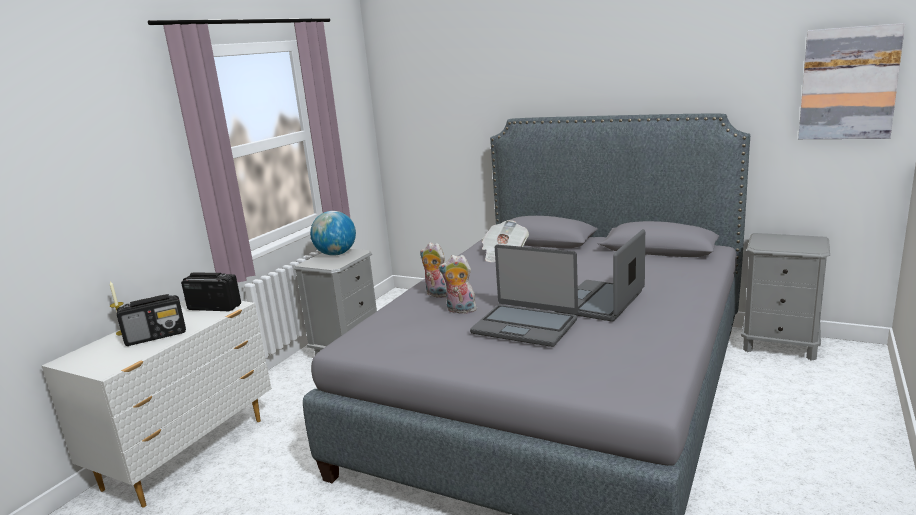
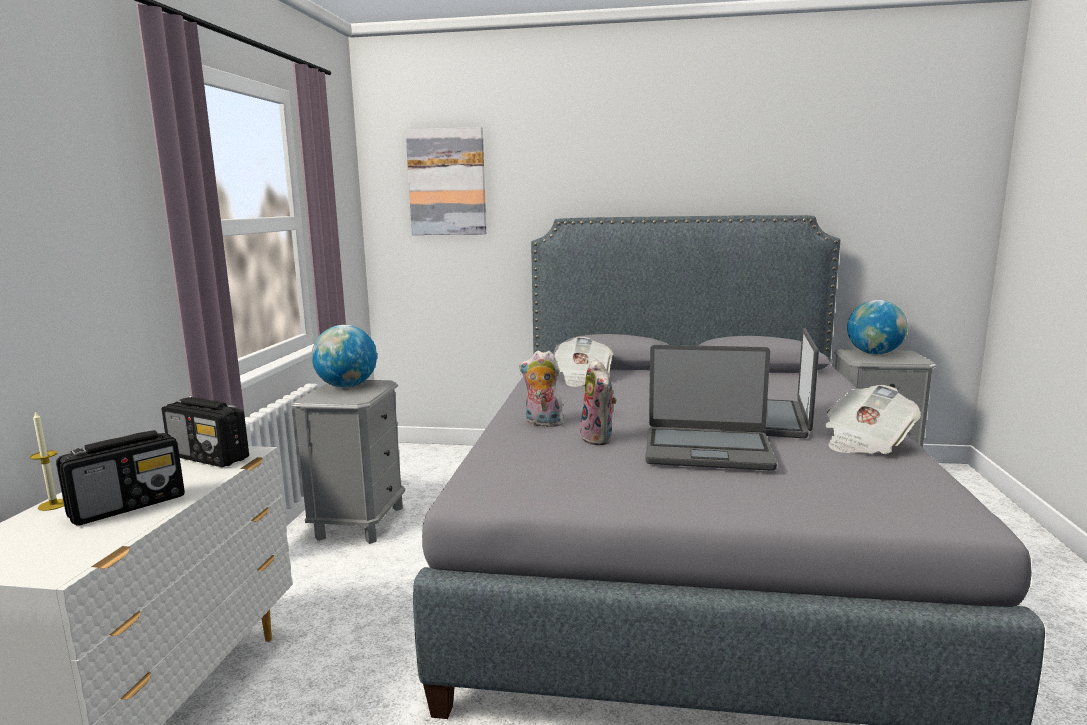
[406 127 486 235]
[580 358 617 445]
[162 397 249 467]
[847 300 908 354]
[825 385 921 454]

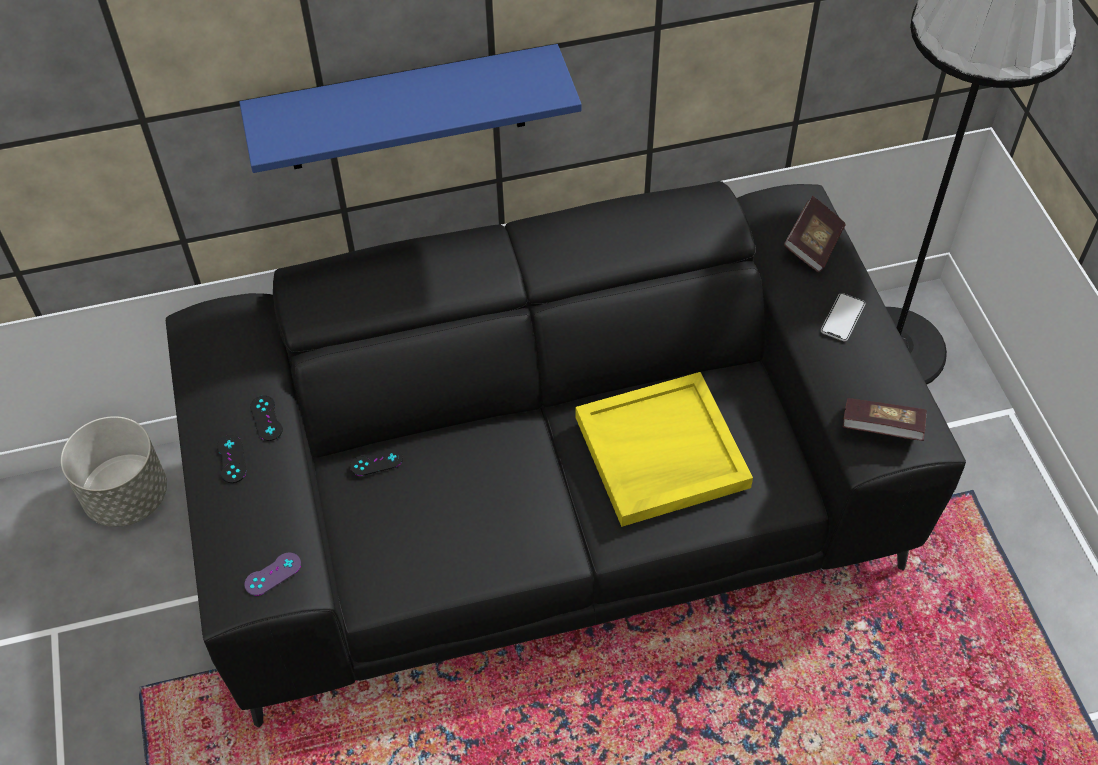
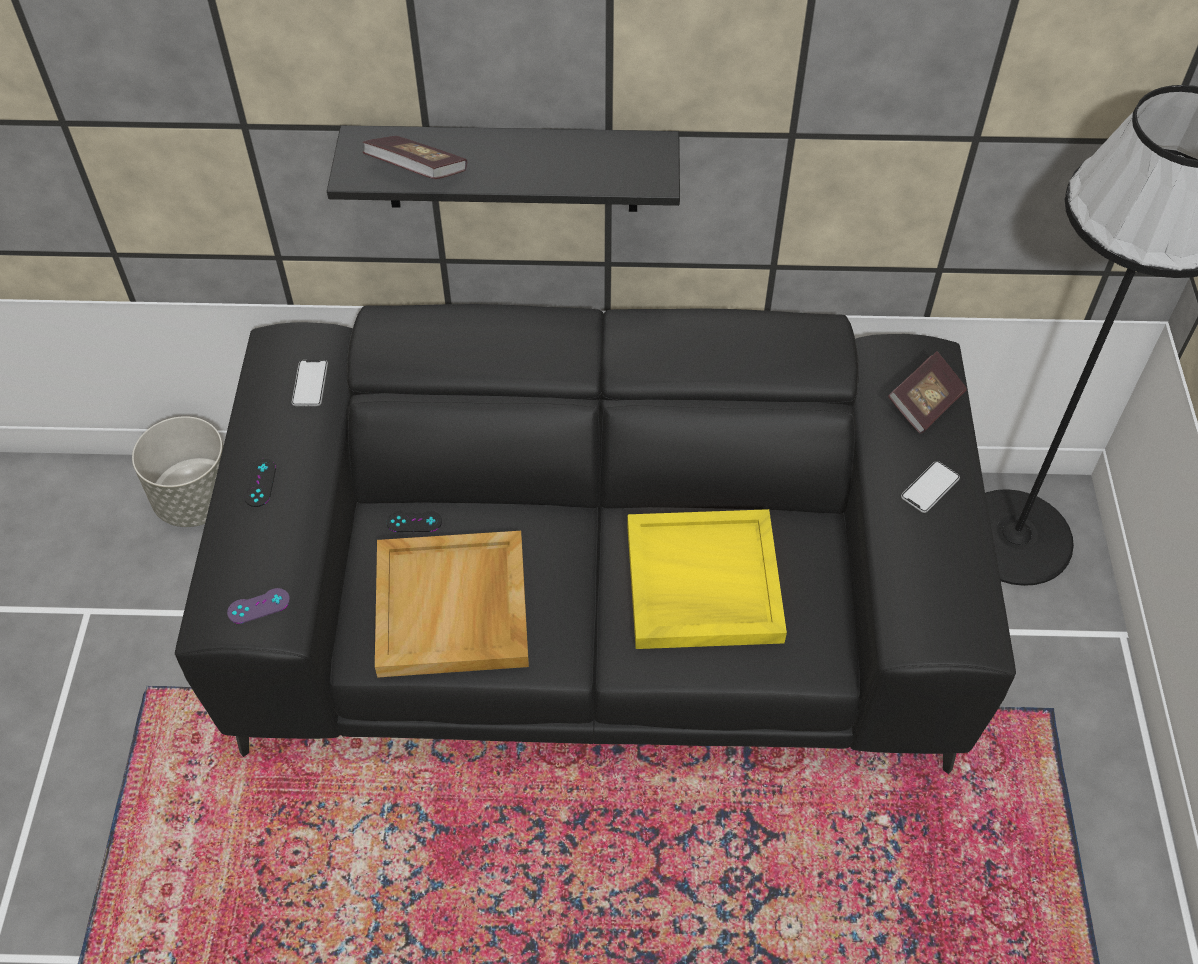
[327 126 680 212]
[250 396 283 441] (first image)
[363 136 467 179]
[292 360 328 406]
[375 531 529 678]

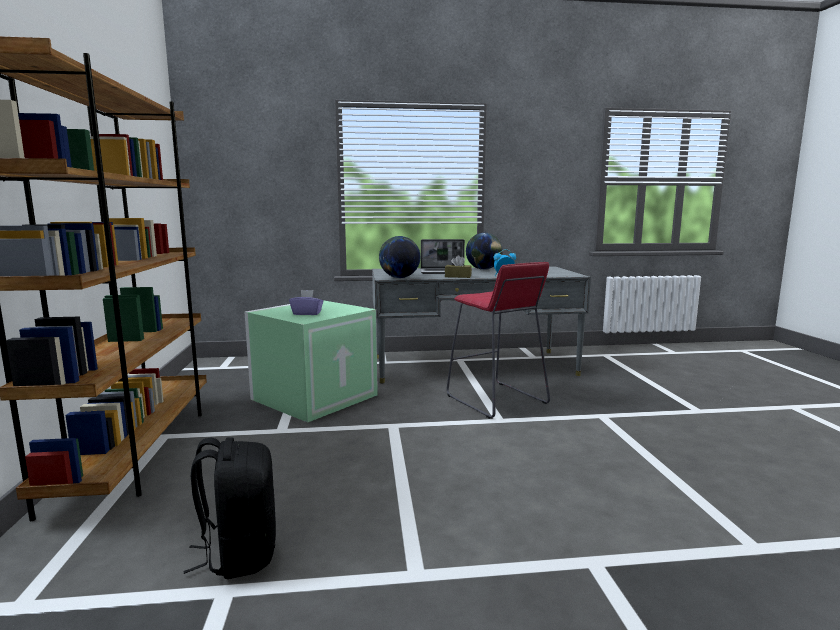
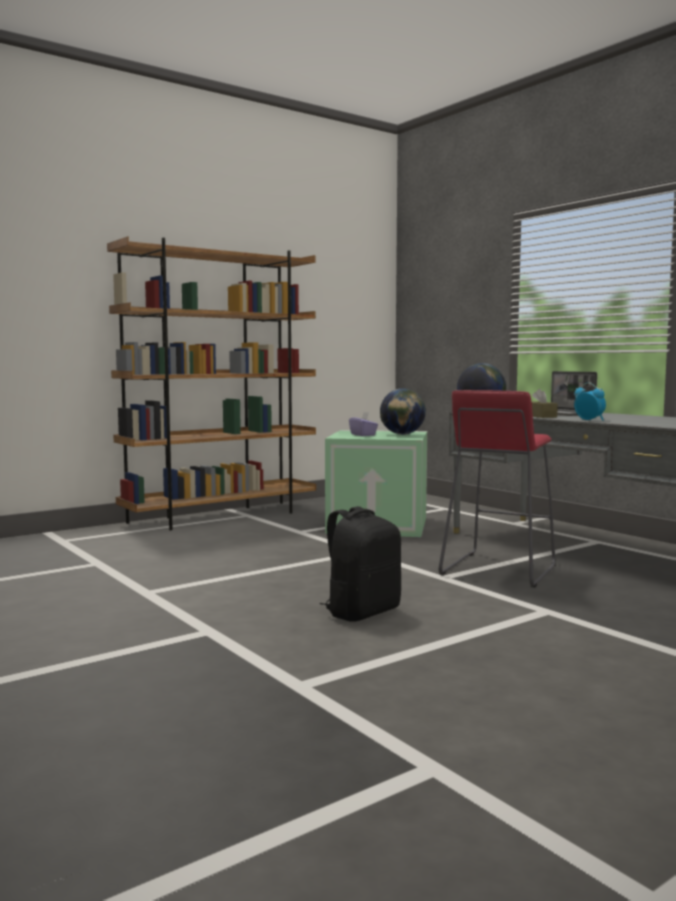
[380 388 426 435]
[320 506 401 622]

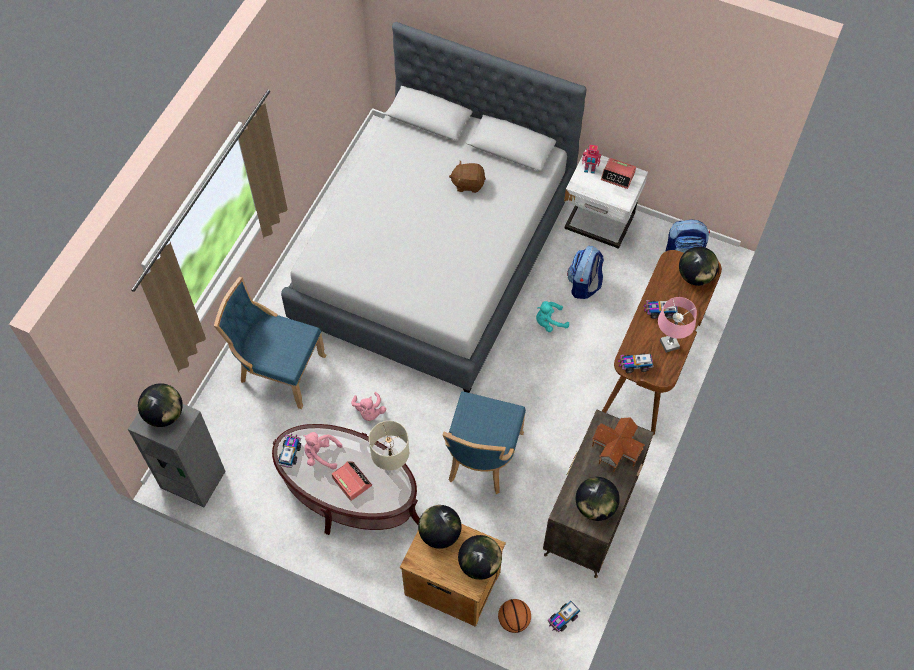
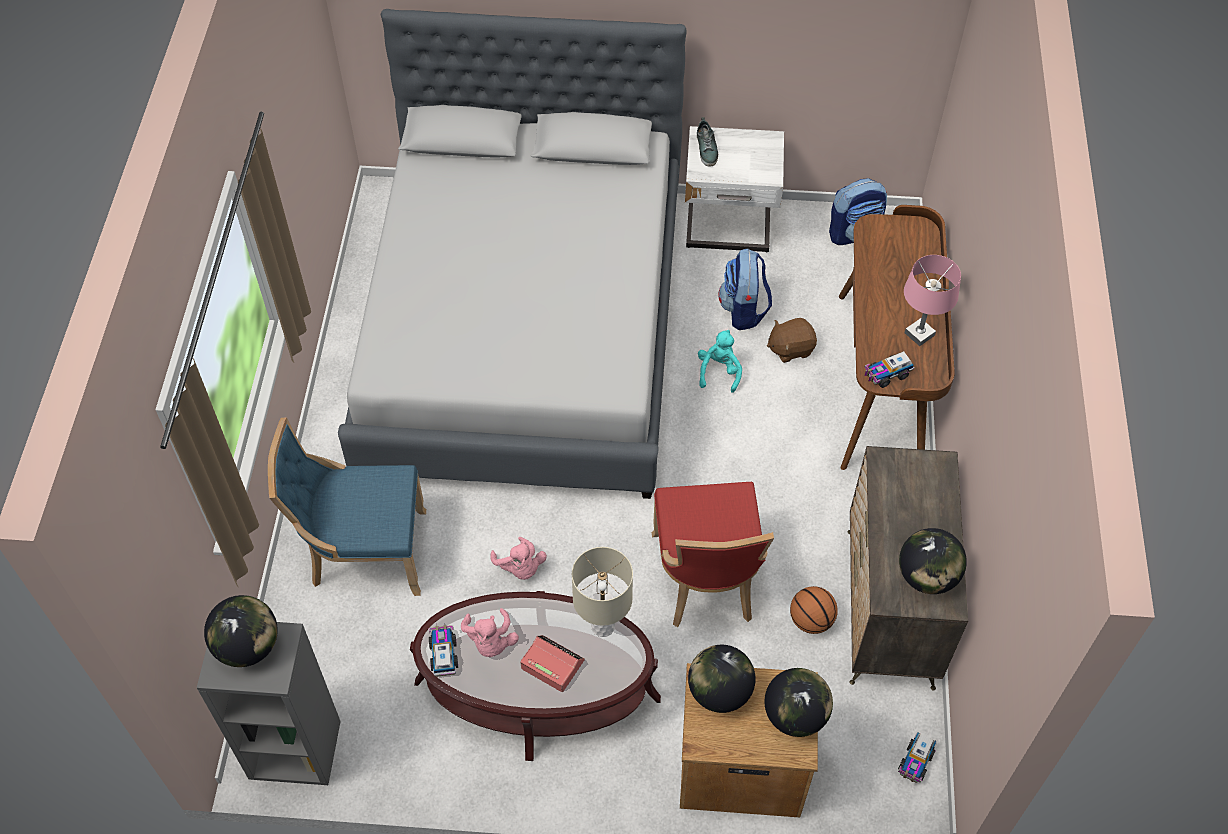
[697 117 718 167]
[601 158 636 189] (first image)
[767 318 817 363]
[679 247 719 286] (first image)
[644 300 678 319] (first image)
[698 330 742 393]
[652 482 774 627]
[592 417 645 472] (first image)
[461 608 519 657]
[790 586 838 634]

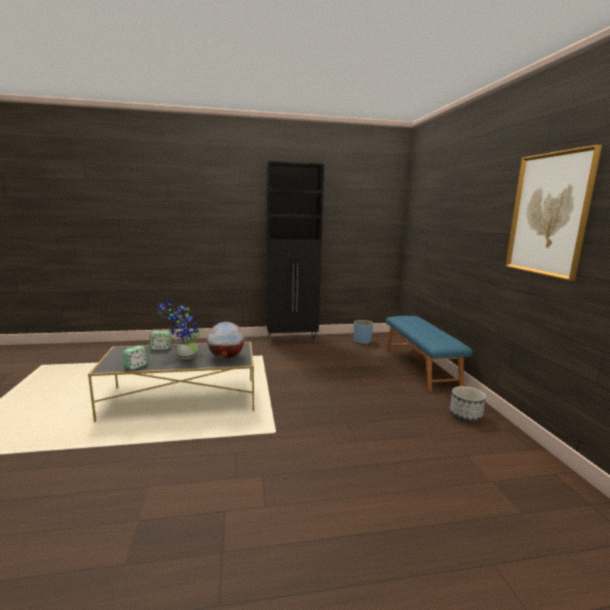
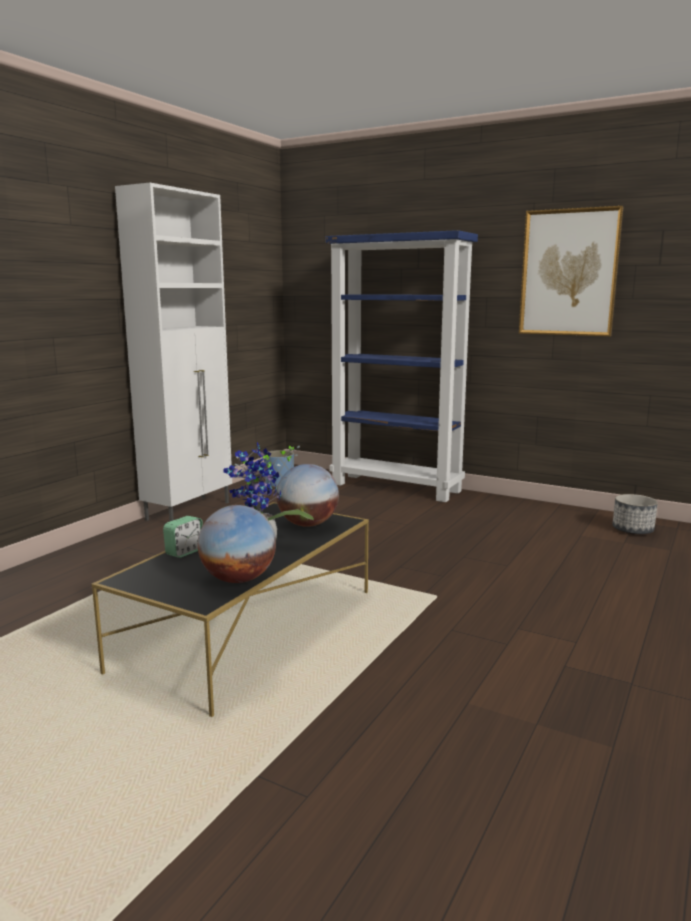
[115 183 232 521]
[326 230 478 502]
[198 505 276 583]
[613 494 658 535]

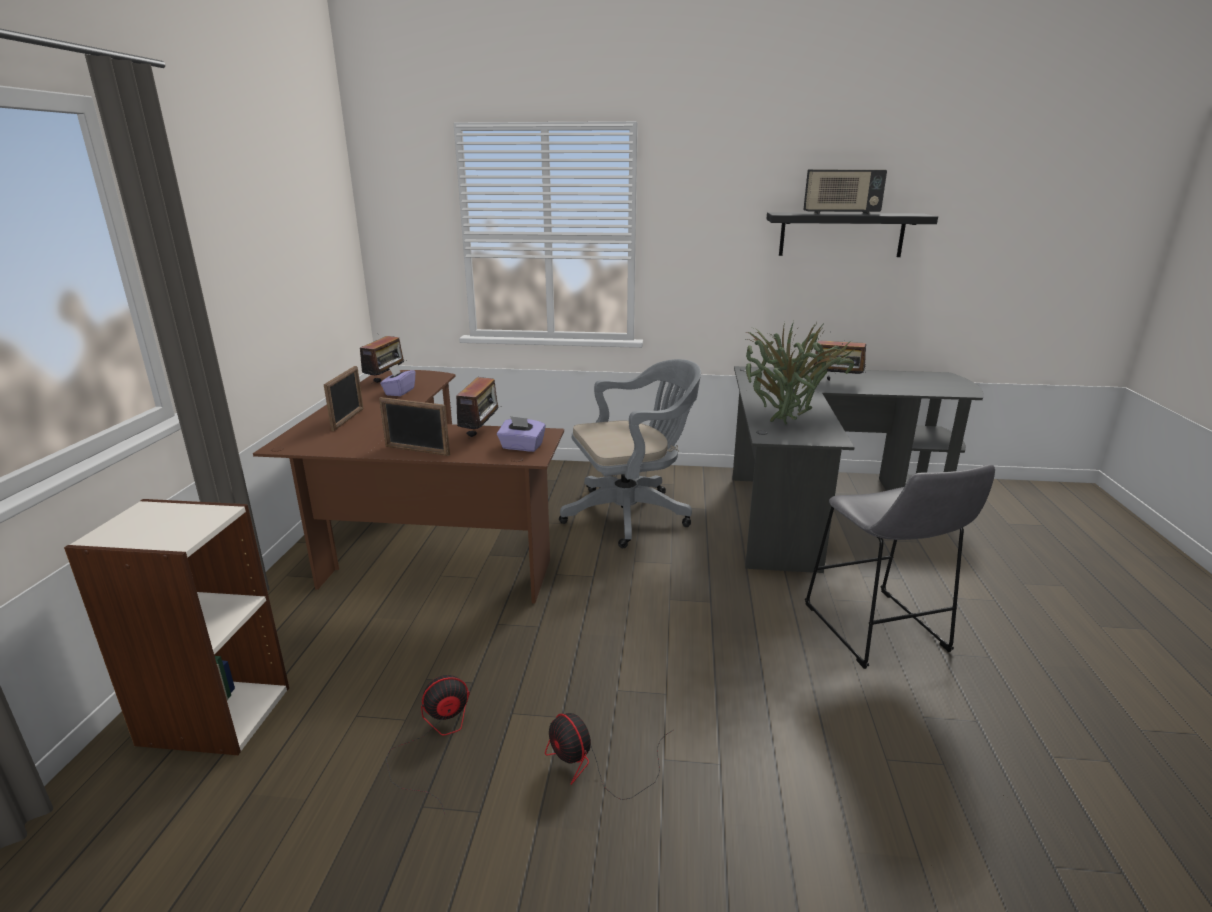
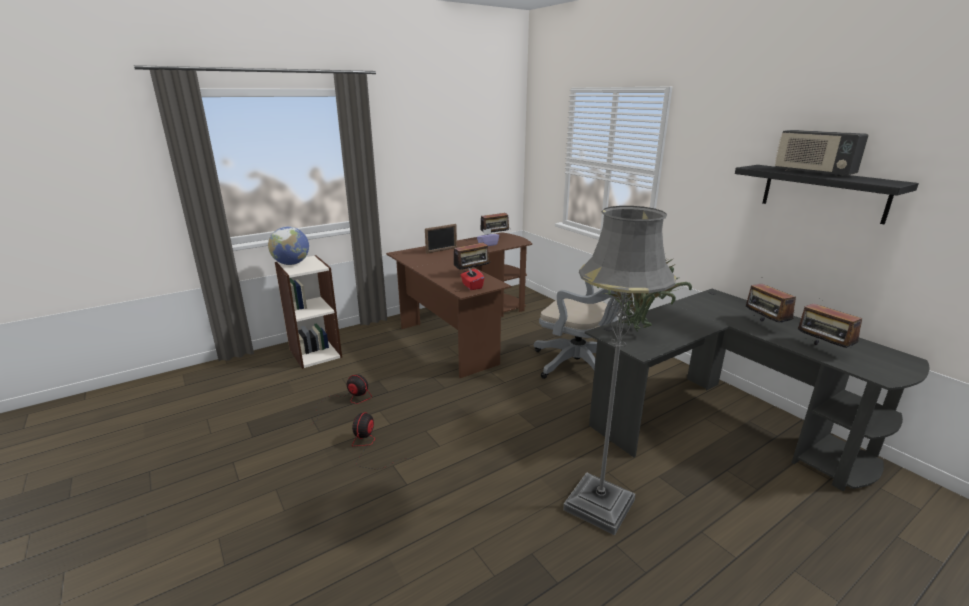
[379 397 450 456] (first image)
[460 267 484 290]
[563 206 676 535]
[268 226 309 265]
[798 303 862 349]

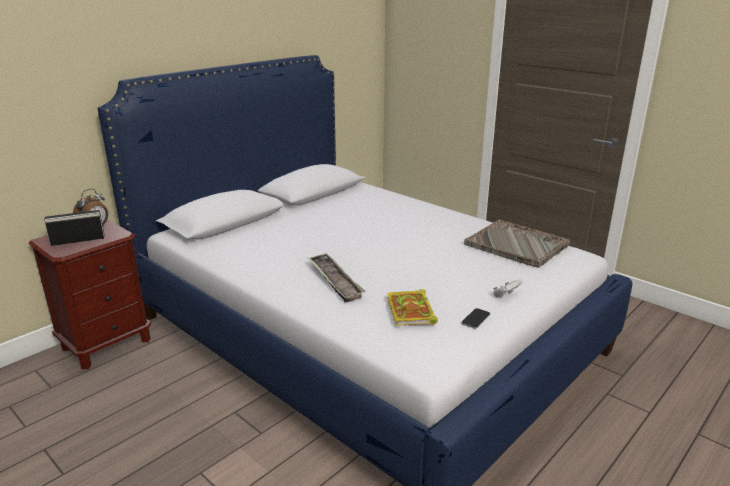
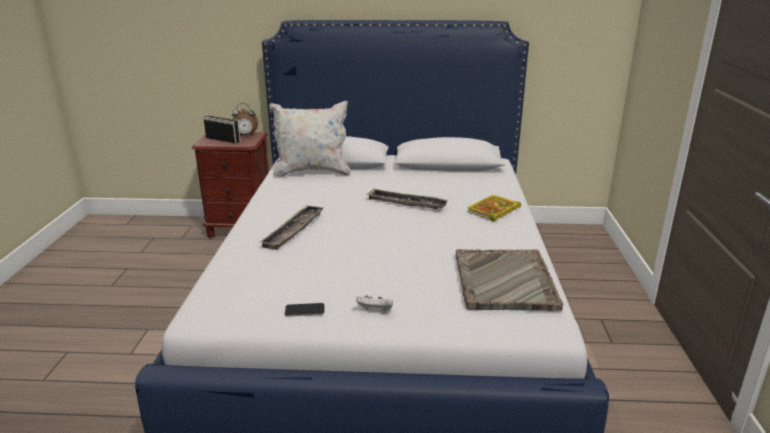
[467 195 521 221]
[269 101 351 178]
[366 189 449 209]

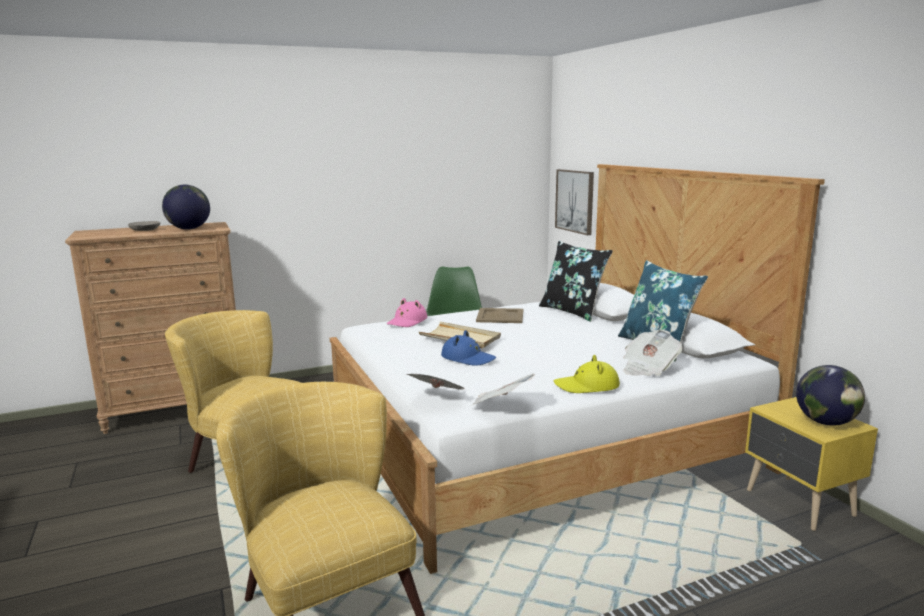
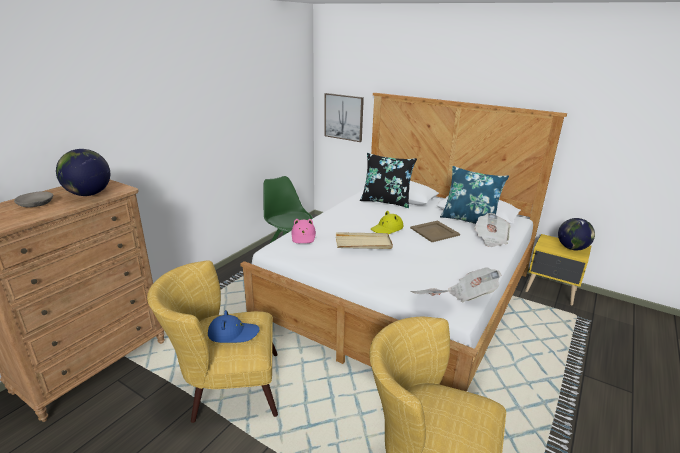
[410 221 460 242]
[208 310 260 343]
[371 211 403 234]

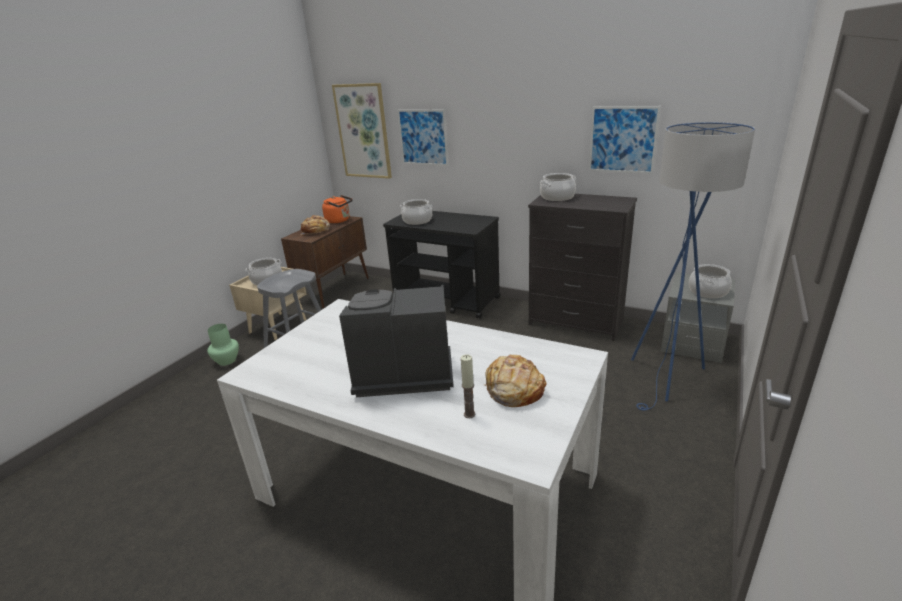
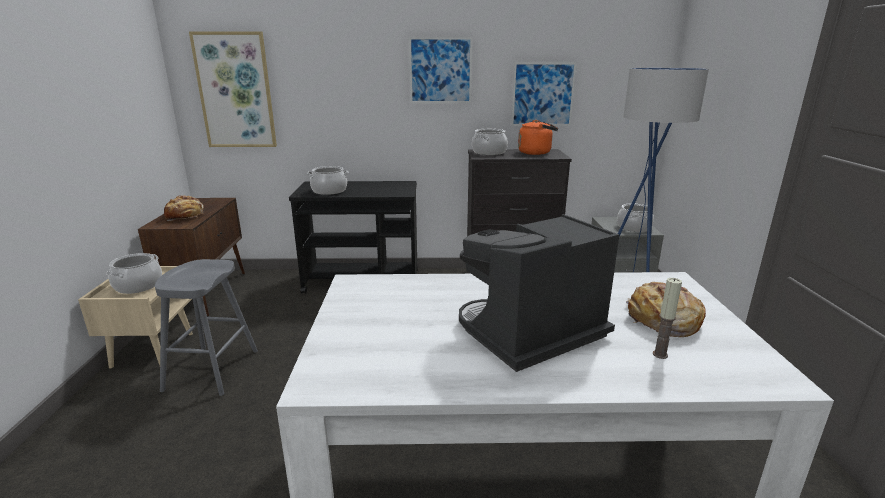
[409 37 473 103]
[518 120 558 155]
[207 324 239 366] (first image)

